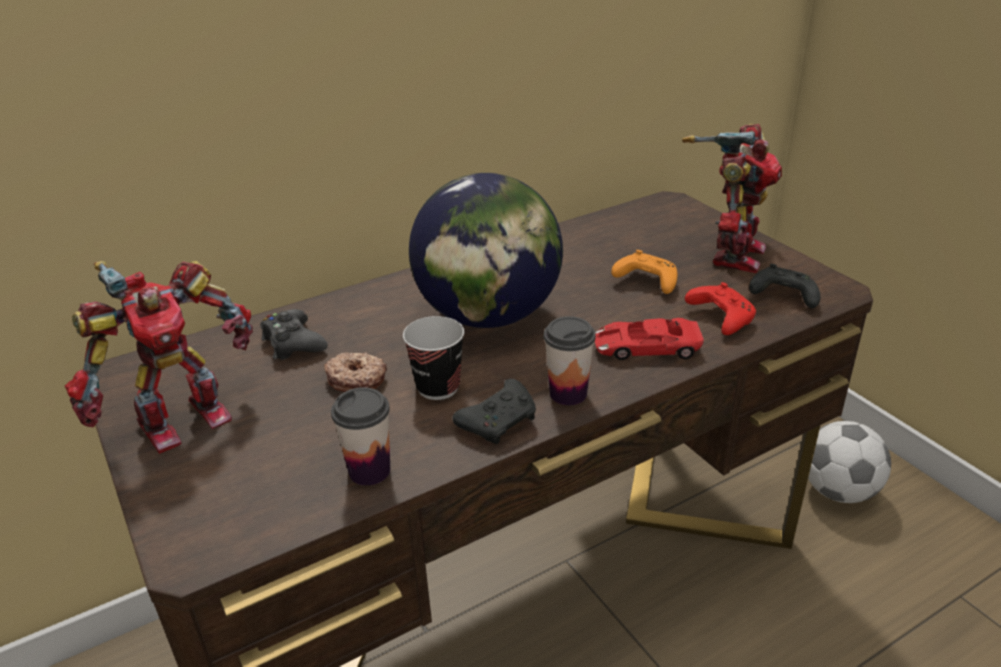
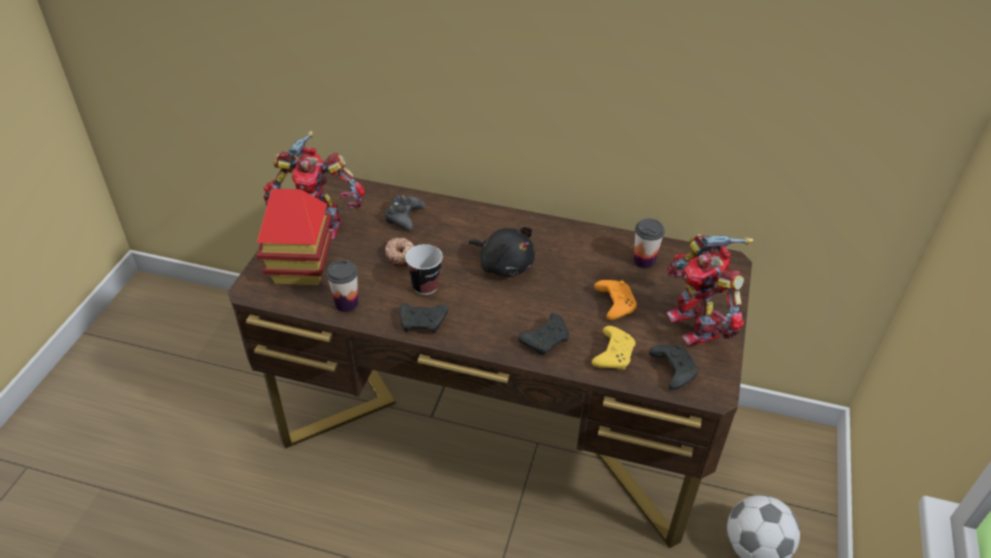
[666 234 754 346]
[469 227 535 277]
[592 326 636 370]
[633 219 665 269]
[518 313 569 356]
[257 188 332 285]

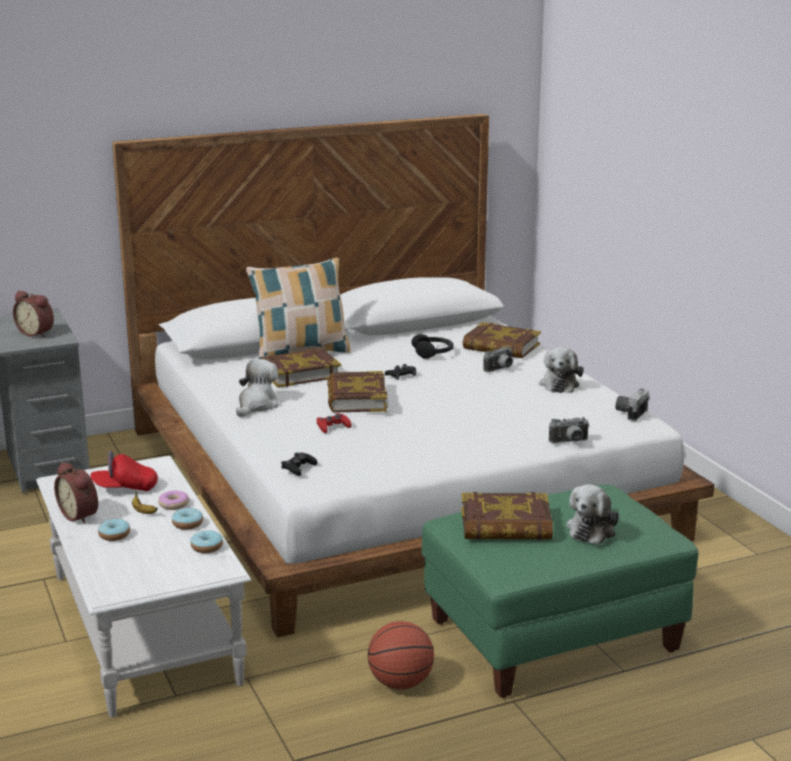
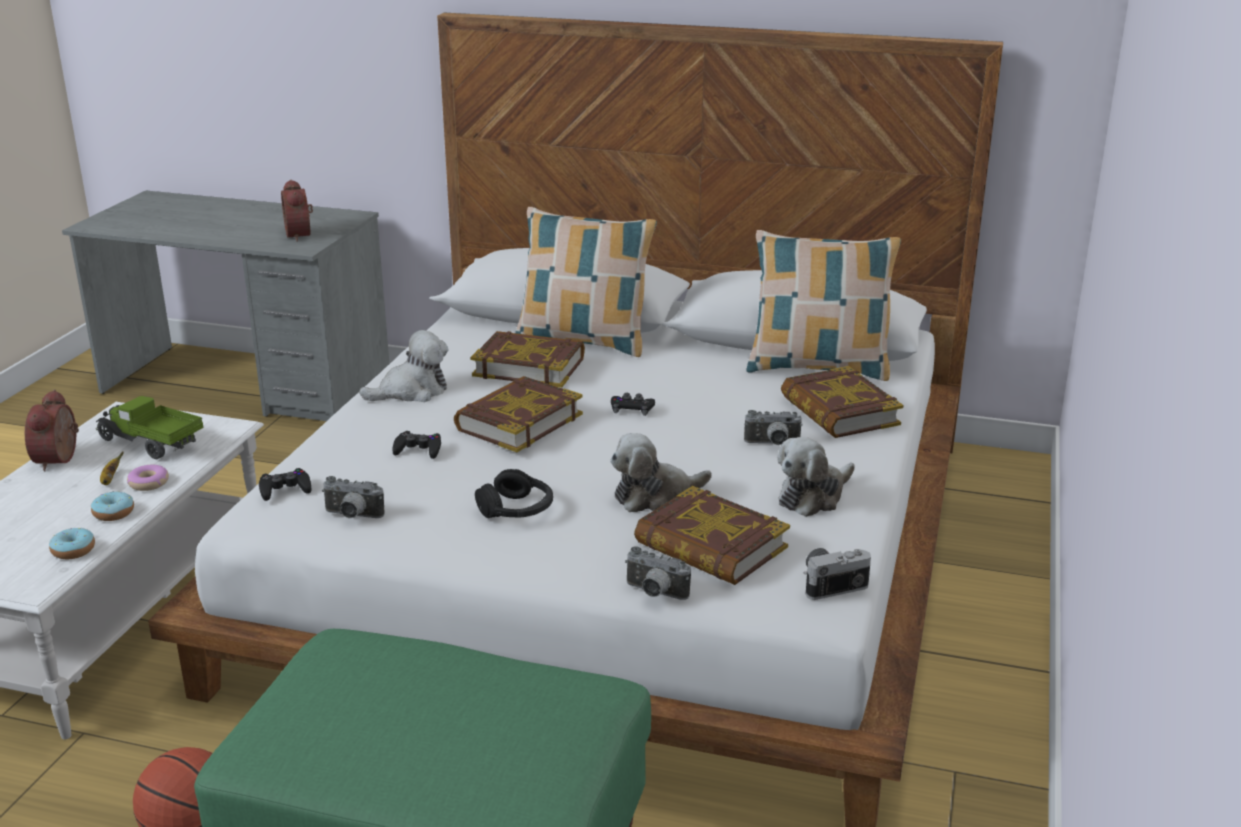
[475 469 553 518]
[392 431 441 459]
[96 396 204 459]
[610 433 712 512]
[634 486 790 585]
[98 519 130 541] (first image)
[747 230 901 381]
[322 476 385 518]

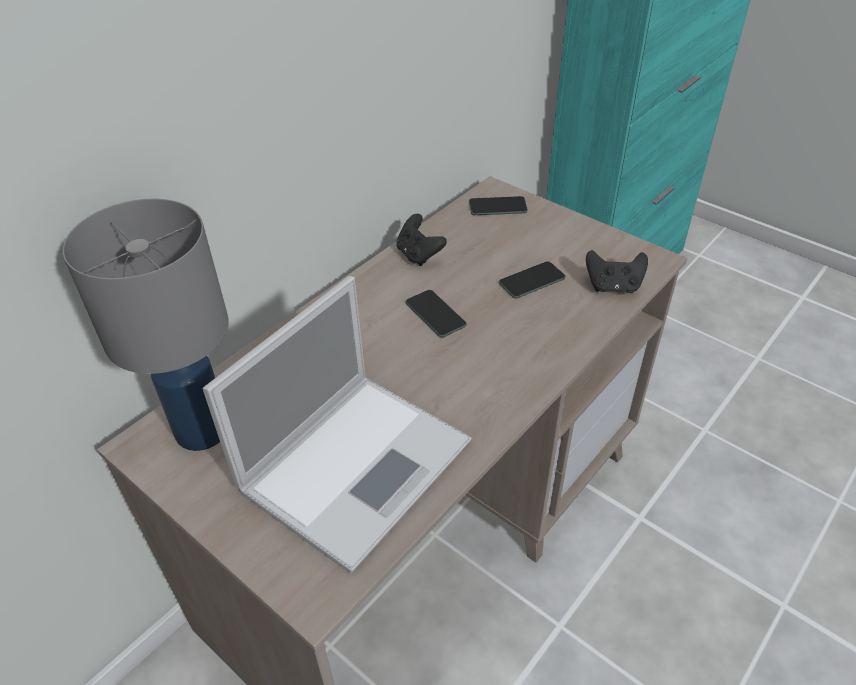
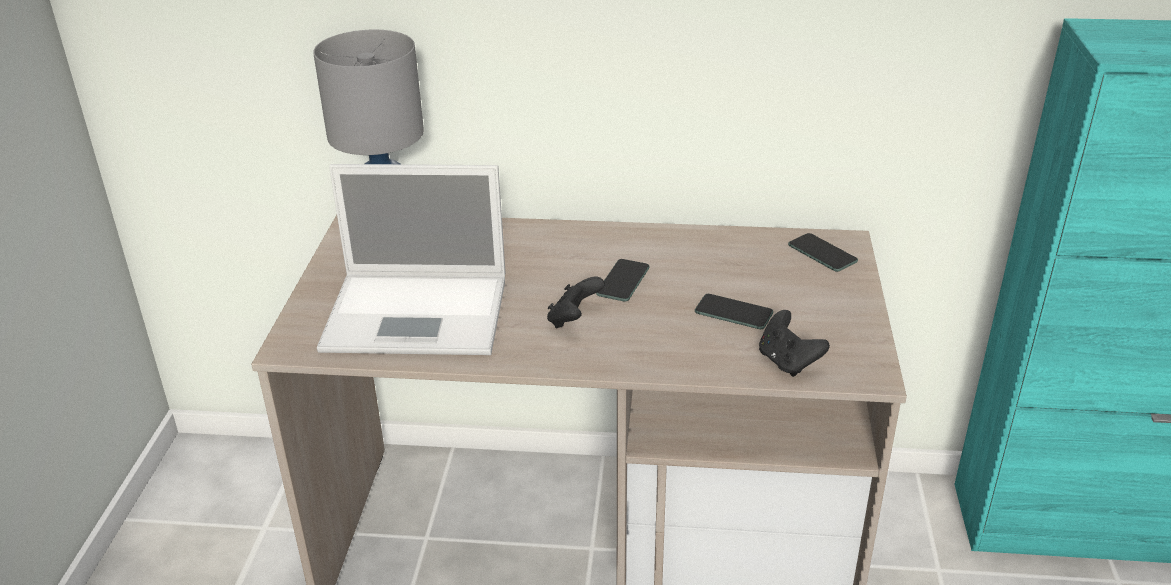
[547 276 605 328]

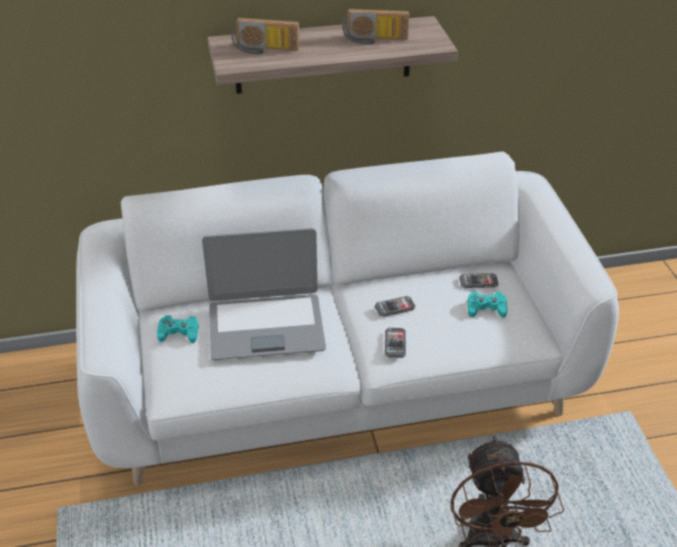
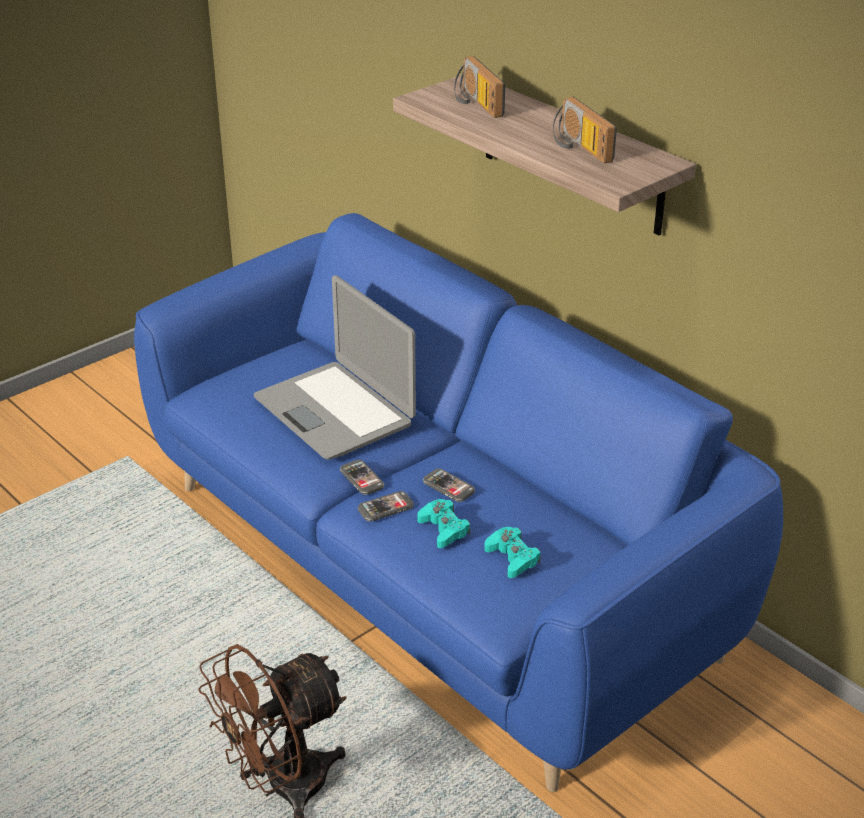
[134 213 783 792]
[340 460 385 495]
[417 499 470 548]

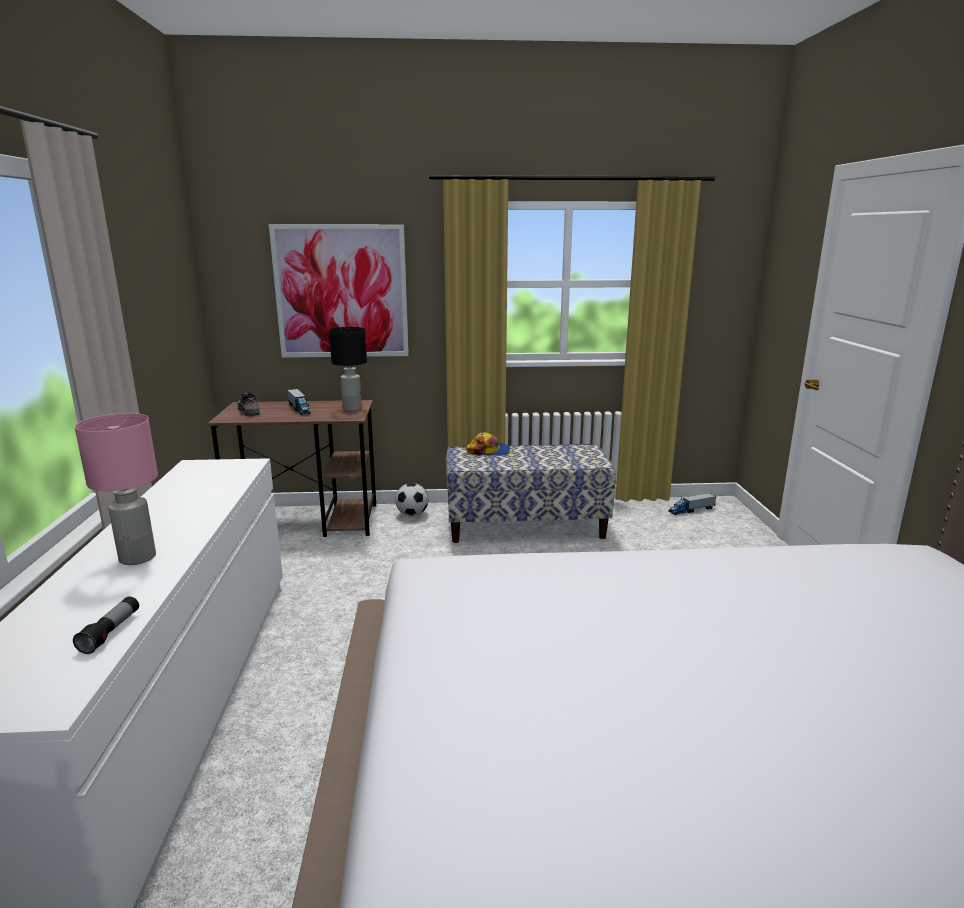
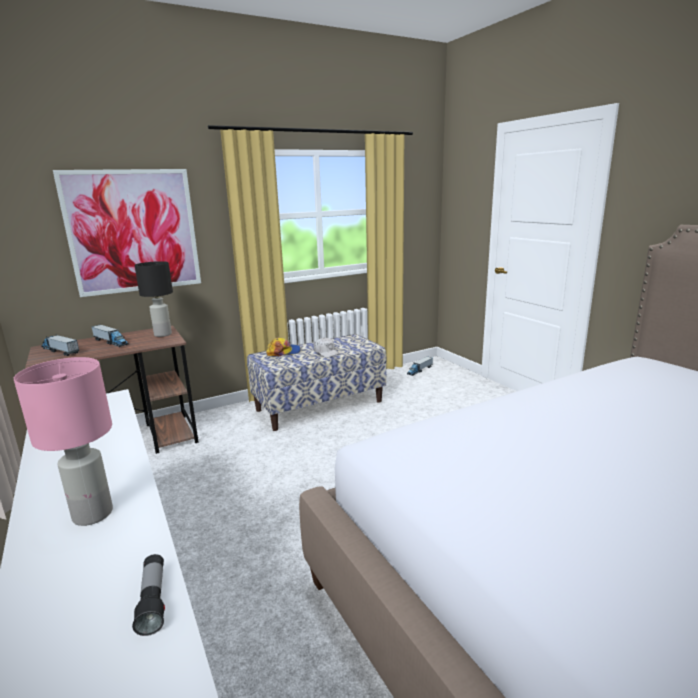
[41 335 79 356]
[395 483 429 516] (first image)
[314 337 340 358]

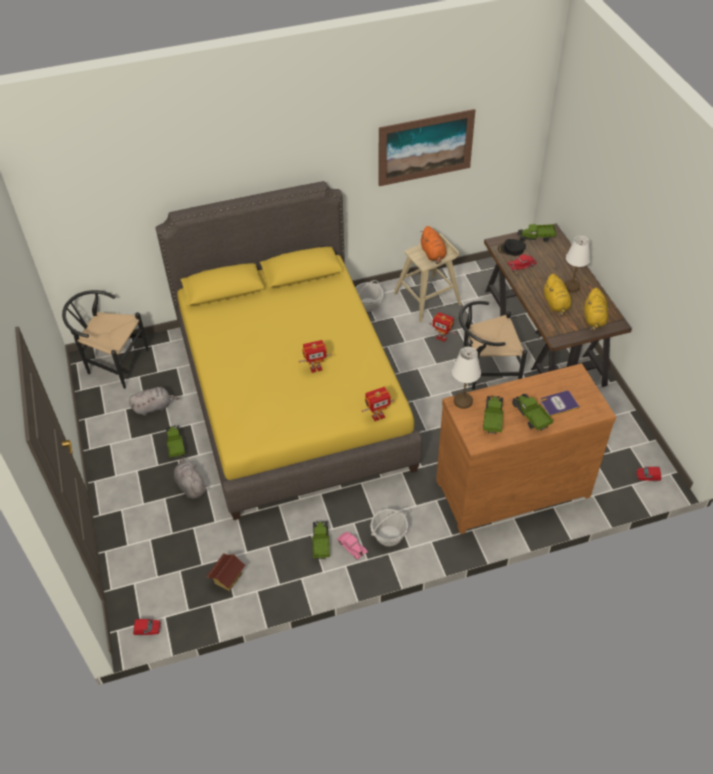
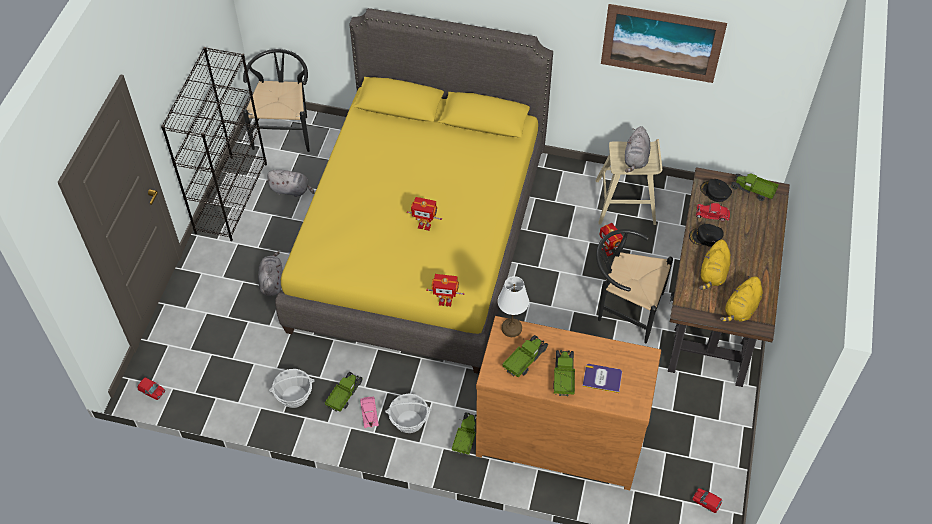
[625 126 650 172]
[564 236 590 292] (first image)
[269 369 314 408]
[243 49 310 152]
[452 412 476 455]
[206 553 246 591] (first image)
[161 47 267 241]
[689 224 724 247]

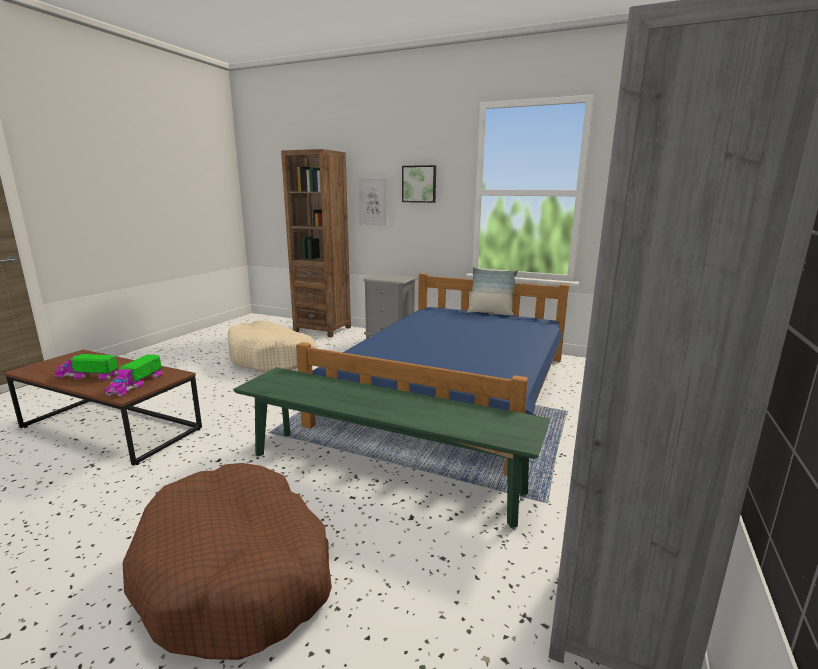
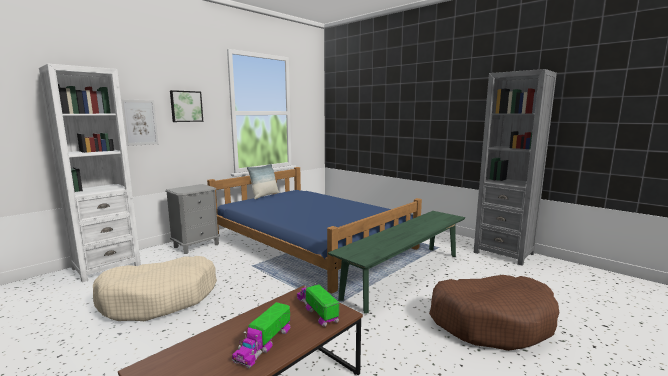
[39 64 141 283]
[297 283 339 327]

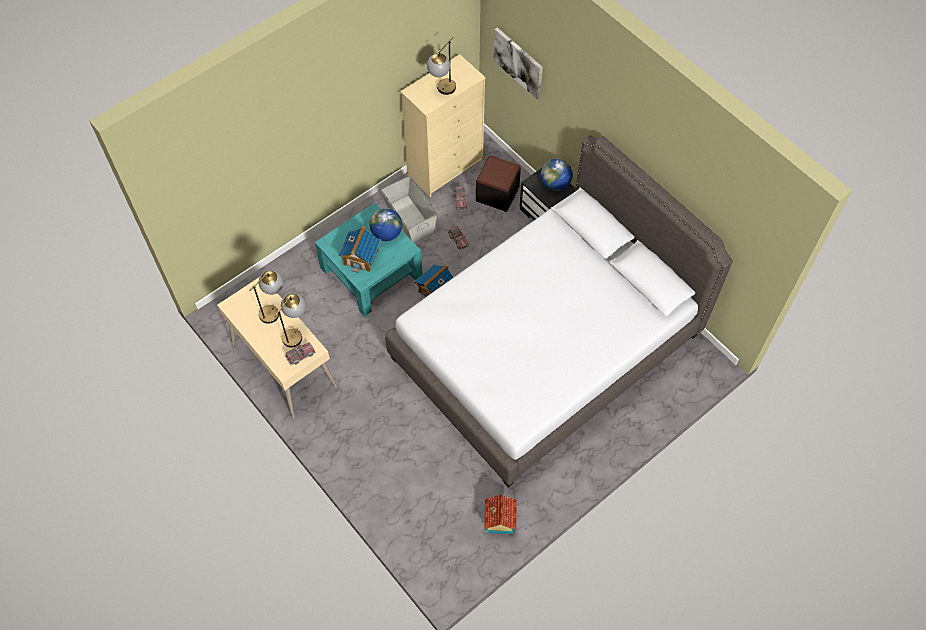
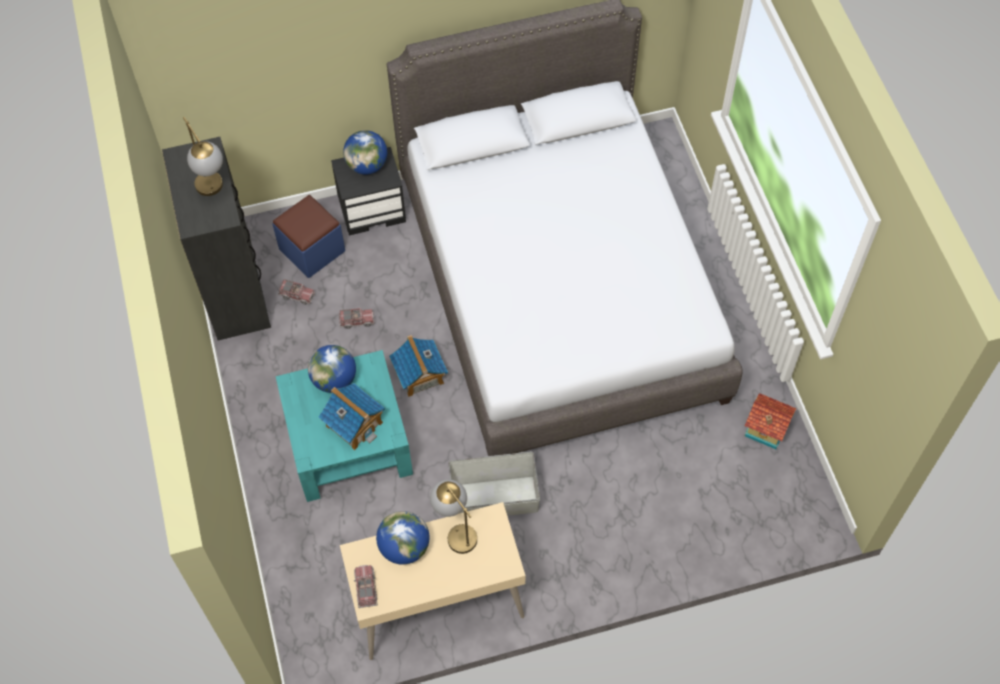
[493 27 543 99] (first image)
[162 137 271 340]
[273 195 345 278]
[448 452 540 516]
[376 511 429 565]
[354 565 378 608]

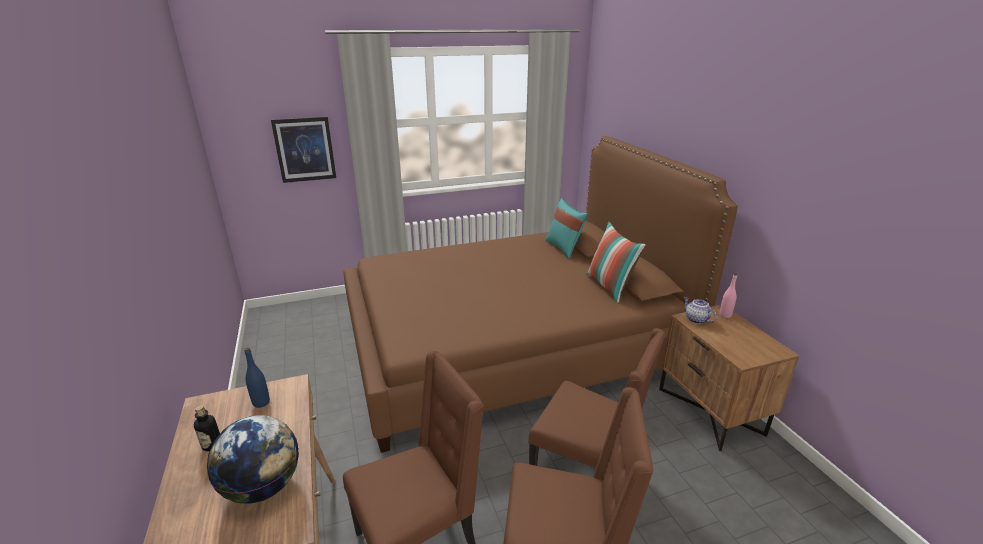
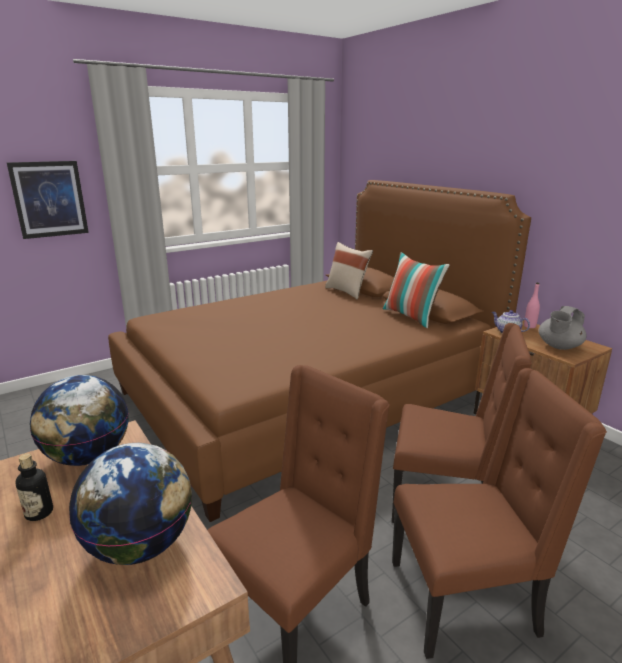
[325 242 373 299]
[30 375 129 466]
[538 306 586 350]

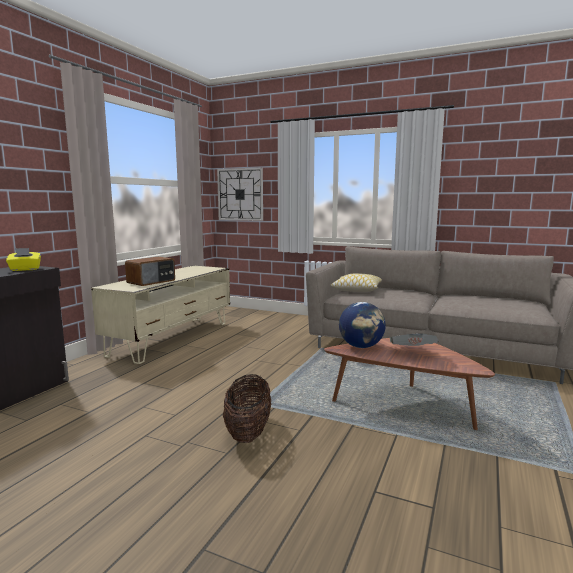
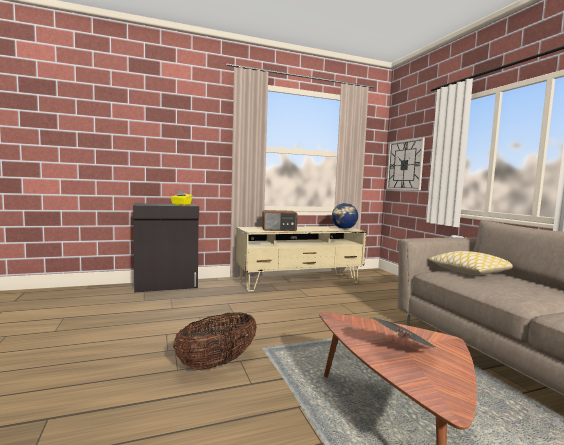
[332 203 358 229]

